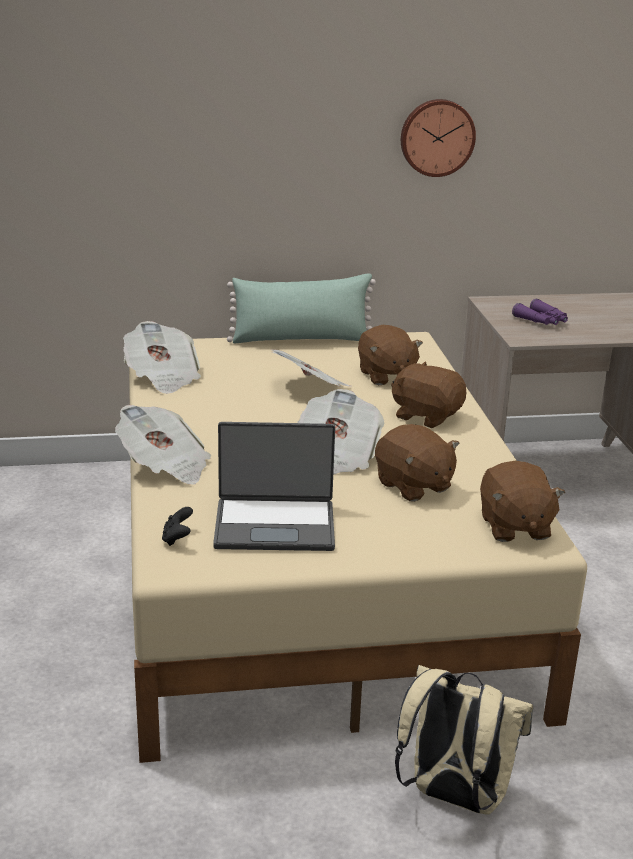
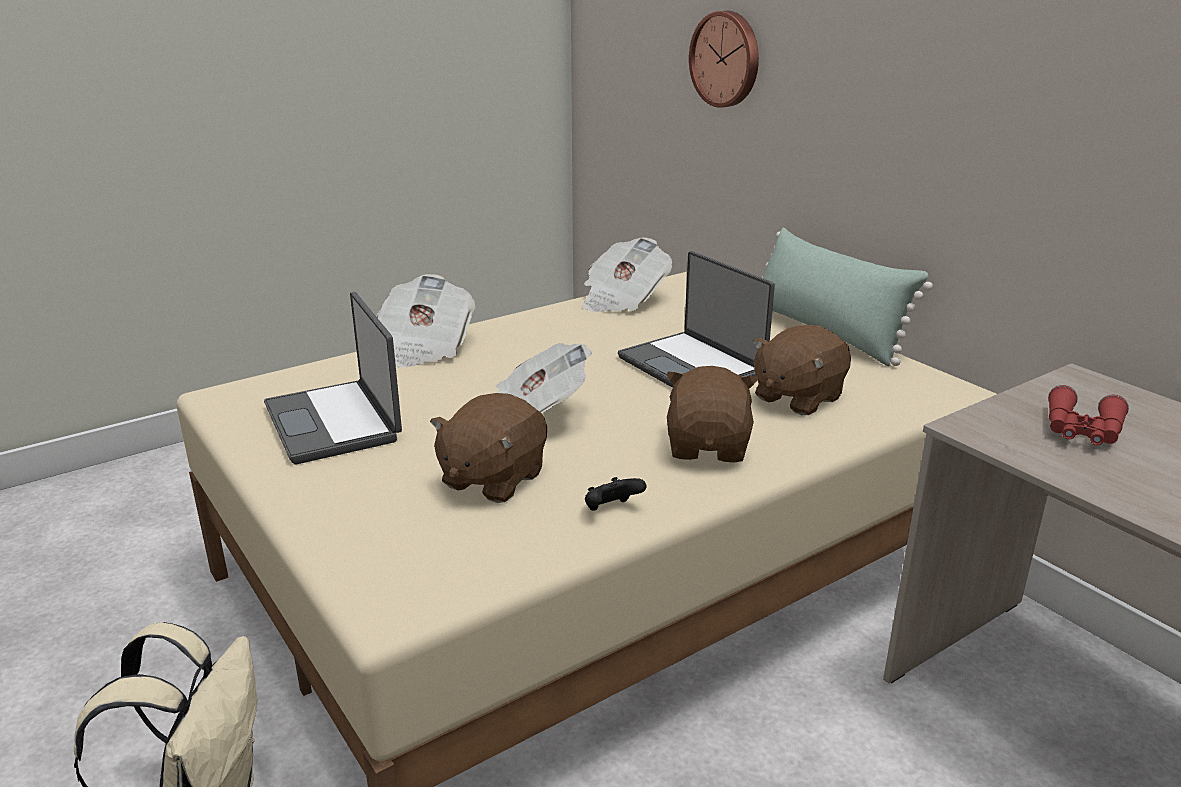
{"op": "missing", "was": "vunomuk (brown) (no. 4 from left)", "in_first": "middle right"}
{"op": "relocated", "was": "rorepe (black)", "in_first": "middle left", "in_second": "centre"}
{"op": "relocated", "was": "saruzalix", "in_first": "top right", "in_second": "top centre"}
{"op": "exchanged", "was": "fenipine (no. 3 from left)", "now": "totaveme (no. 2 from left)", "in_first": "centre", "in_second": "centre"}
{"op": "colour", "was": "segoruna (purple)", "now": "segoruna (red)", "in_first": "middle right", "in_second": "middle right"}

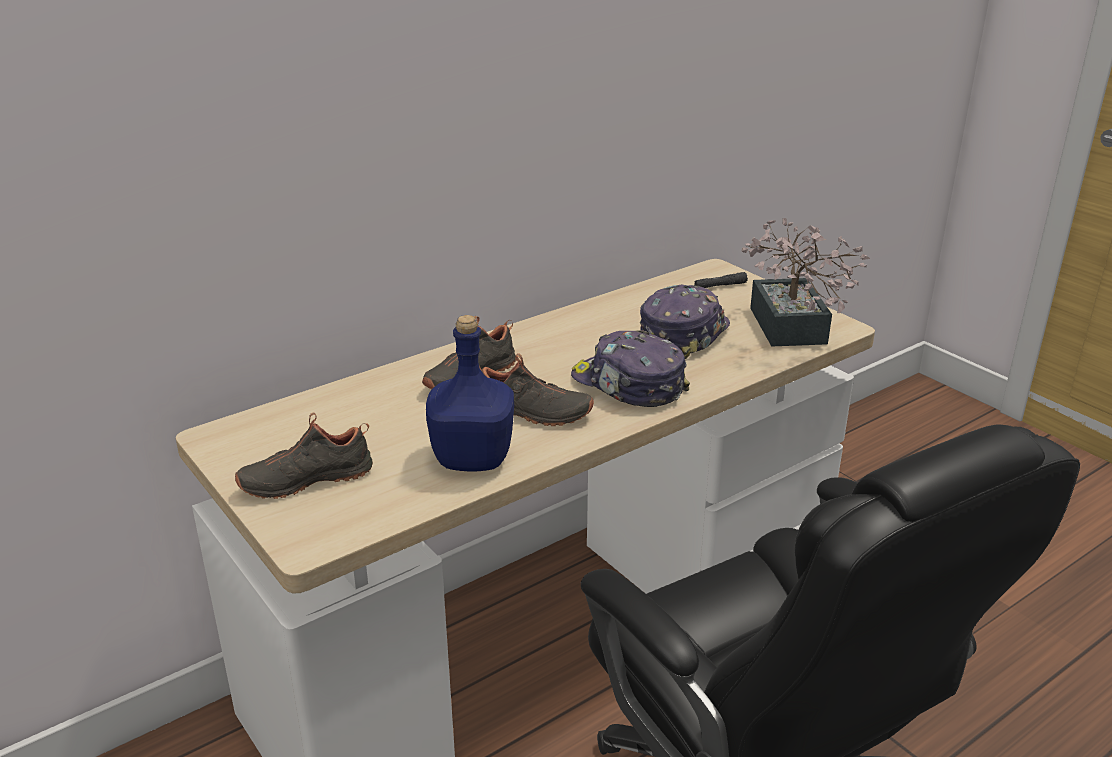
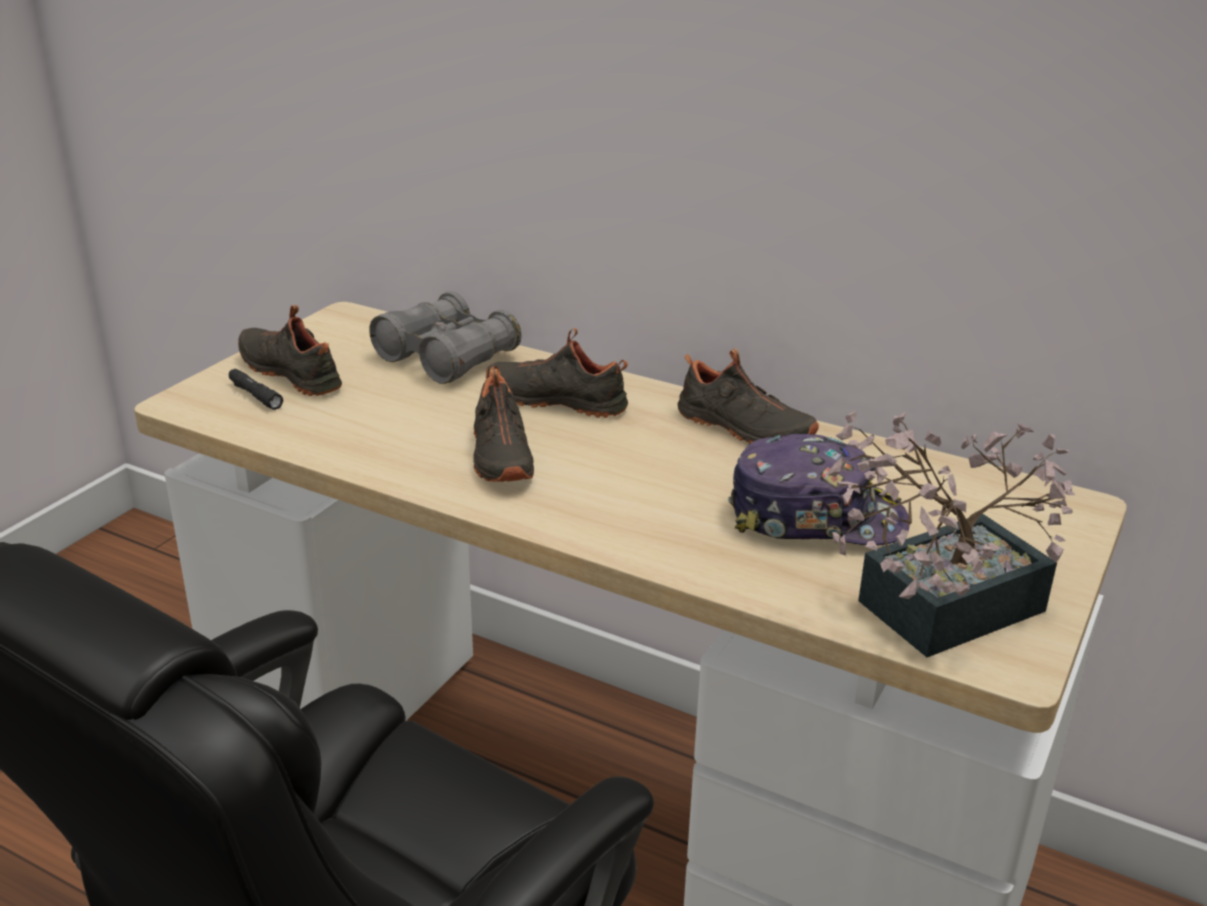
{"op": "missing", "was": "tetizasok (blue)", "in_first": "centre"}
{"op": "missing", "was": "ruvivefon (no. 1 from left)", "in_first": "centre"}
{"op": "appeared", "now": "segoruna (grey)", "in_second": "centre"}
{"op": "appeared", "now": "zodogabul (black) (no. 4 from left)", "in_second": "centre"}
{"op": "relocated", "was": "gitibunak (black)", "in_first": "centre", "in_second": "middle left"}

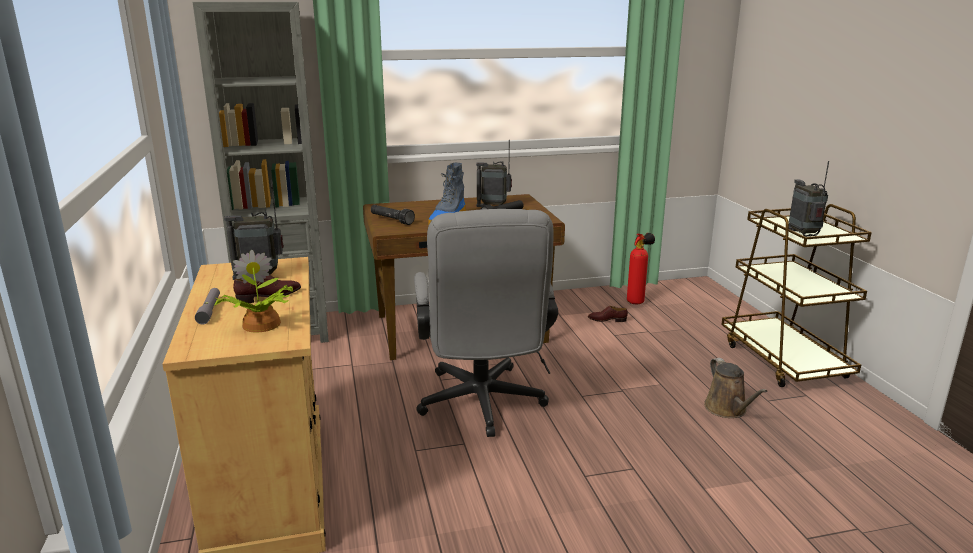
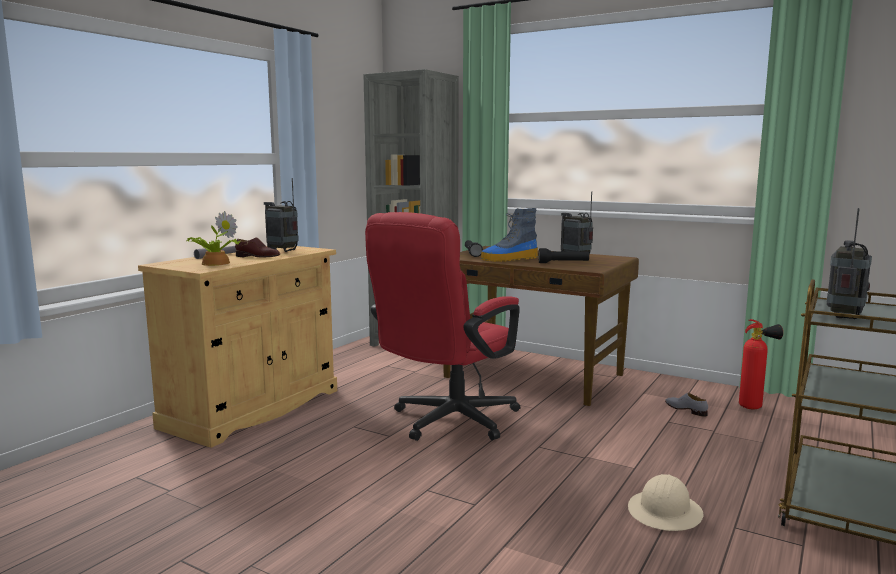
{"op": "exchanged", "was": "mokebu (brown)", "now": "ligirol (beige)", "in_first": "bottom right", "in_second": "bottom right"}
{"op": "colour", "was": "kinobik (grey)", "now": "kinobik (red)", "in_first": "centre", "in_second": "centre"}
{"op": "colour", "was": "zodogabul (brown) (no. 2 from left)", "now": "zodogabul (grey)", "in_first": "centre", "in_second": "bottom right"}

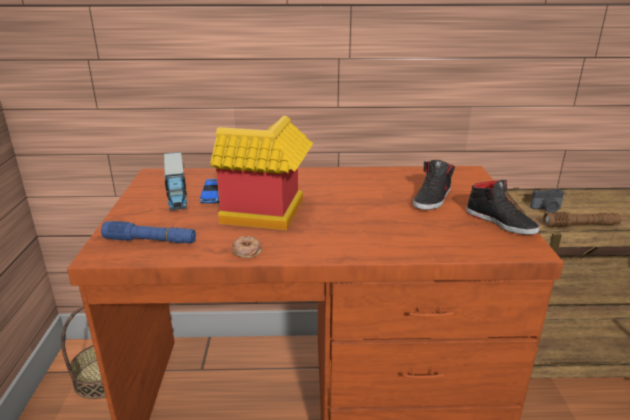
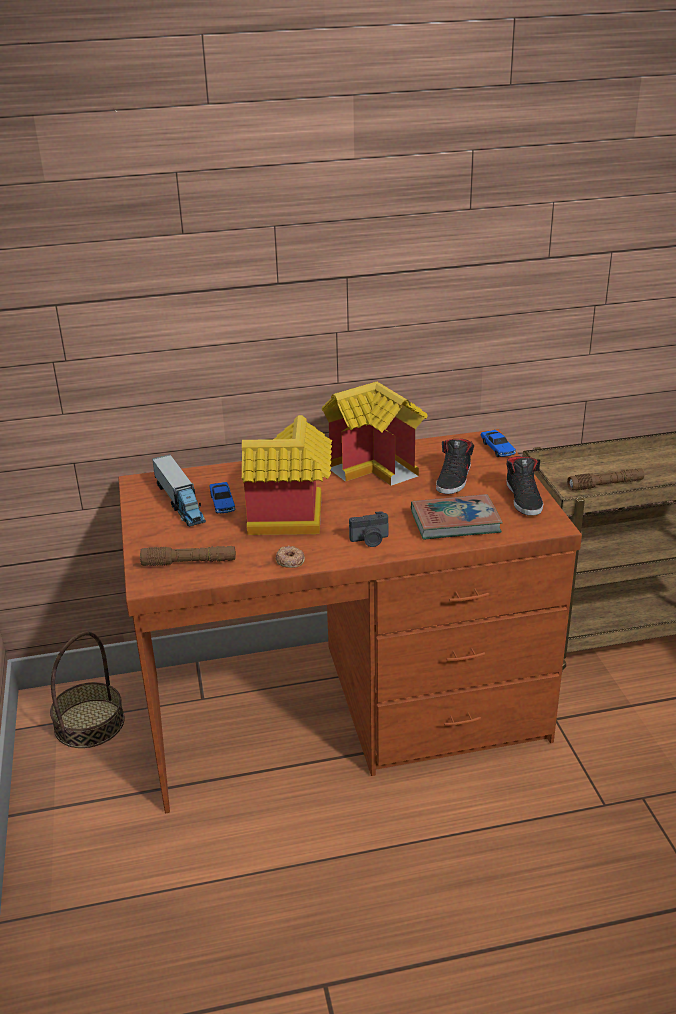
{"op": "appeared", "now": "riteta (no. 2 from left)", "in_second": "centre"}
{"op": "appeared", "now": "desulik", "in_second": "middle right"}
{"op": "appeared", "now": "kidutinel (no. 2 from left)", "in_second": "middle right"}
{"op": "relocated", "was": "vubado", "in_first": "middle right", "in_second": "centre"}
{"op": "colour", "was": "gitibunak (blue)", "now": "gitibunak (brown) (no. 1 from left)", "in_first": "middle left", "in_second": "middle left"}
{"op": "spun", "was": "zodogabul (black) (no. 2 from left)", "in_first": "middle right", "in_second": "middle right", "clockwise": 45}

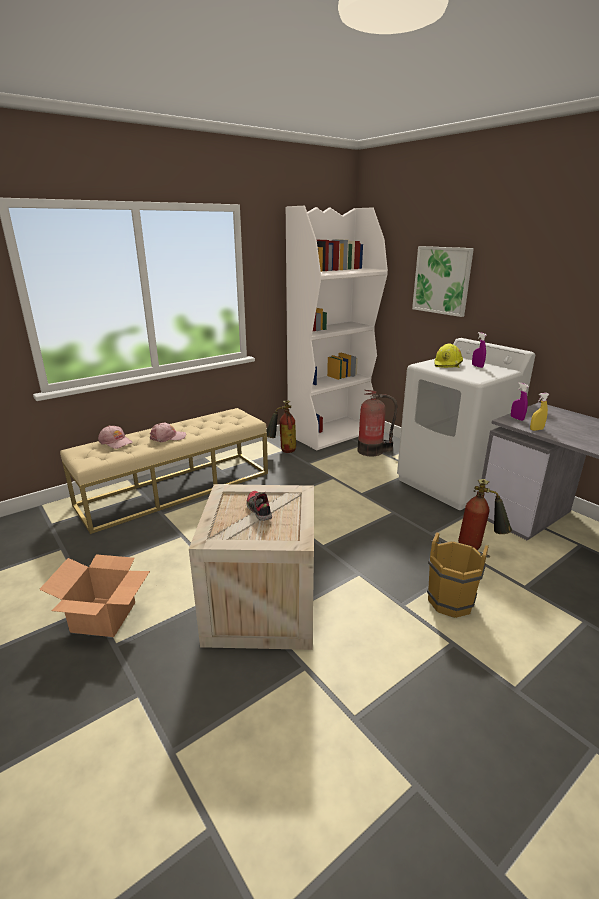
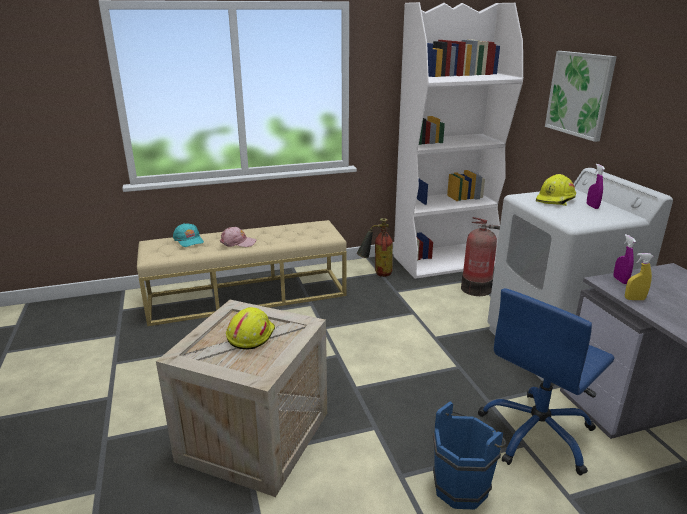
{"op": "missing", "was": "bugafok", "in_first": "middle left"}
{"op": "exchanged", "was": "zodogabul", "now": "ligirol (yellow) (no. 1 from left)", "in_first": "centre", "in_second": "centre"}
{"op": "exchanged", "was": "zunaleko (no. 3 from left)", "now": "kinobik (blue)", "in_first": "middle right", "in_second": "bottom right"}
{"op": "colour", "was": "ruvivefon (pink) (no. 1 from left)", "now": "ruvivefon (turquoise)", "in_first": "middle left", "in_second": "middle left"}
{"op": "colour", "was": "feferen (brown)", "now": "feferen (blue)", "in_first": "middle right", "in_second": "bottom right"}

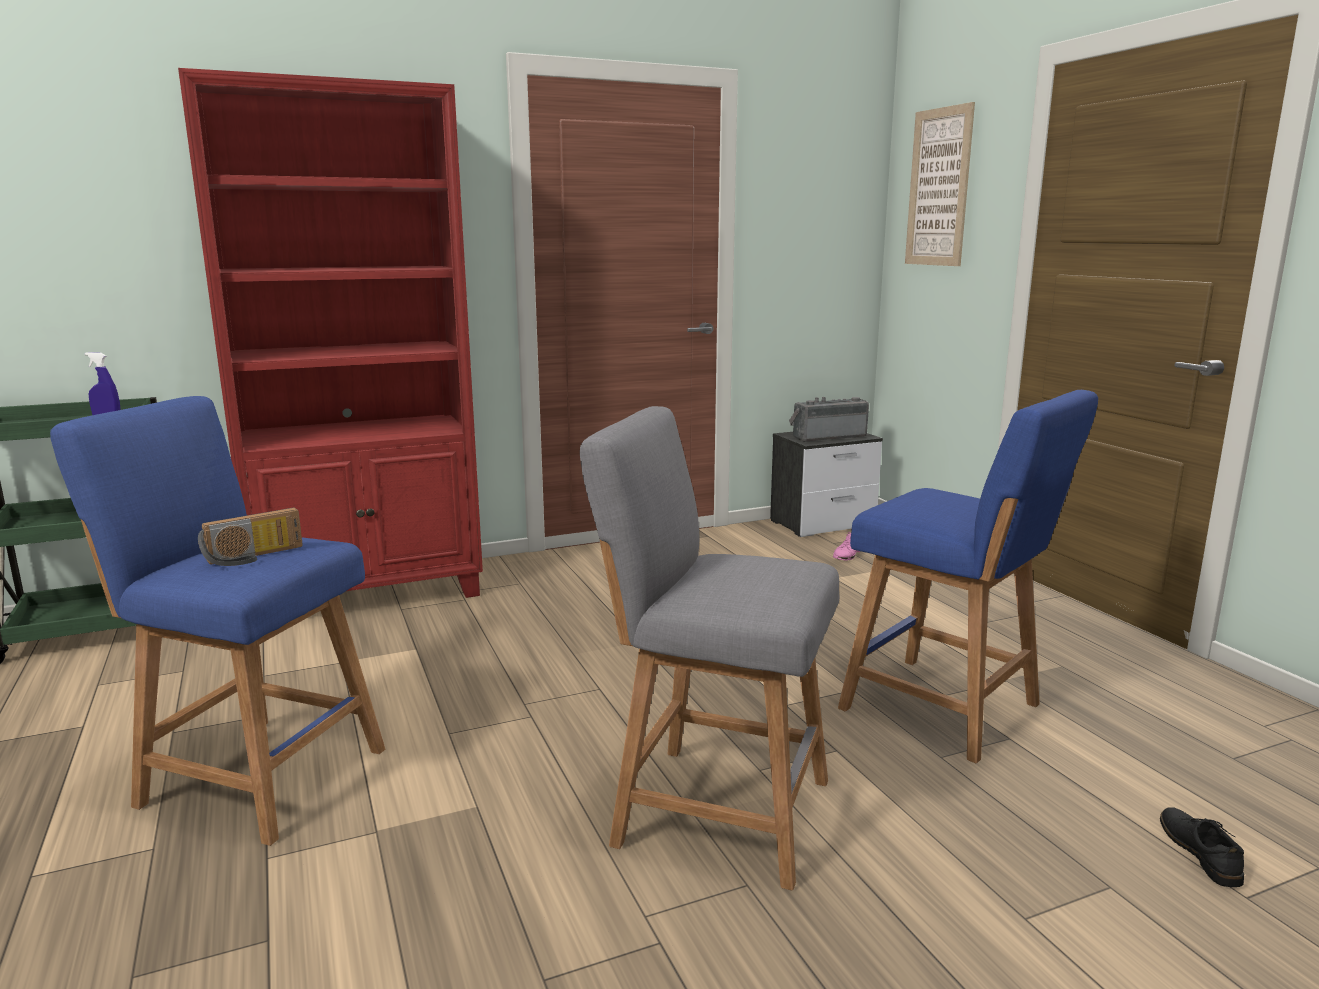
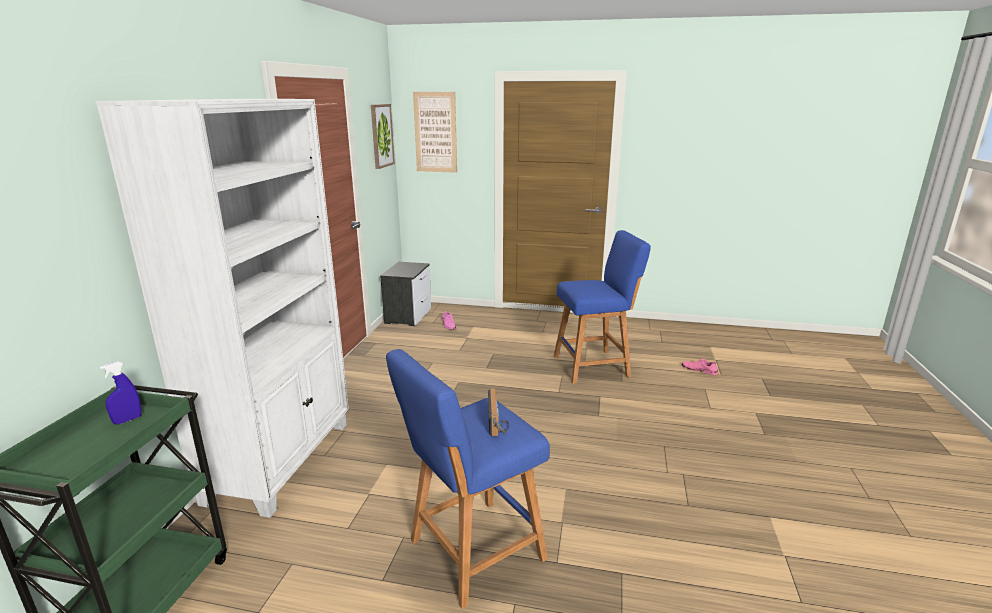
{"op": "missing", "was": "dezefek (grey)", "in_first": "centre"}
{"op": "missing", "was": "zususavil (no. 2 from left)", "in_first": "centre"}
{"op": "appeared", "now": "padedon (no. 1 from left)", "in_second": "top centre"}
{"op": "colour", "was": "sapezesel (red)", "now": "sapezesel (white)", "in_first": "middle left", "in_second": "middle left"}
{"op": "colour", "was": "zodogabul (black)", "now": "zodogabul (pink) (no. 2 from left)", "in_first": "bottom right", "in_second": "middle right"}

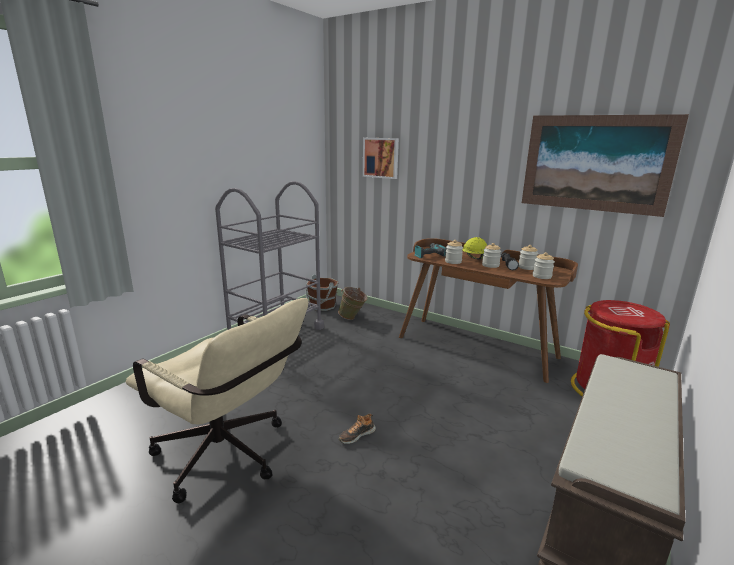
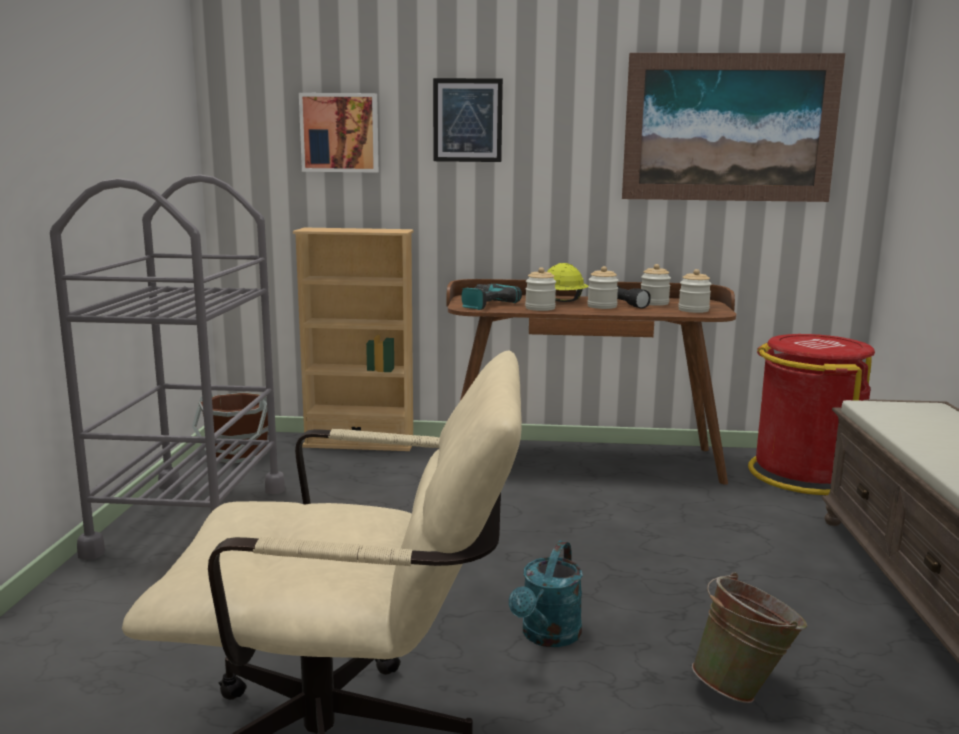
{"op": "appeared", "now": "sapezesel (beige)", "in_second": "centre"}
{"op": "appeared", "now": "padedon (no. 2 from left)", "in_second": "top centre"}
{"op": "relocated", "was": "feferen (green)", "in_first": "centre", "in_second": "bottom right"}
{"op": "exchanged", "was": "zodogabul", "now": "mokebu (turquoise)", "in_first": "bottom centre", "in_second": "bottom centre"}

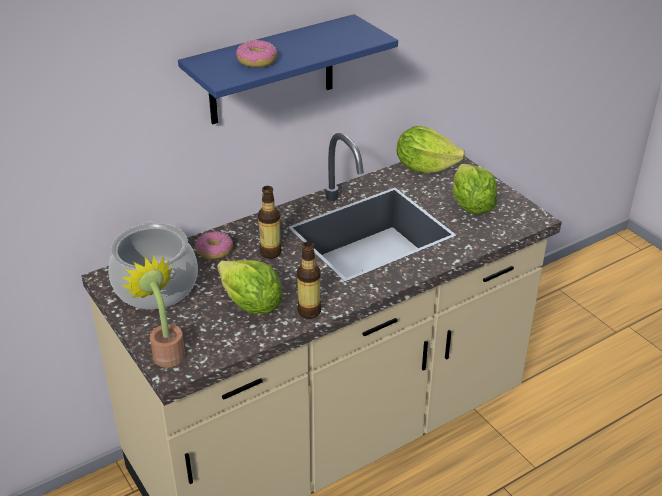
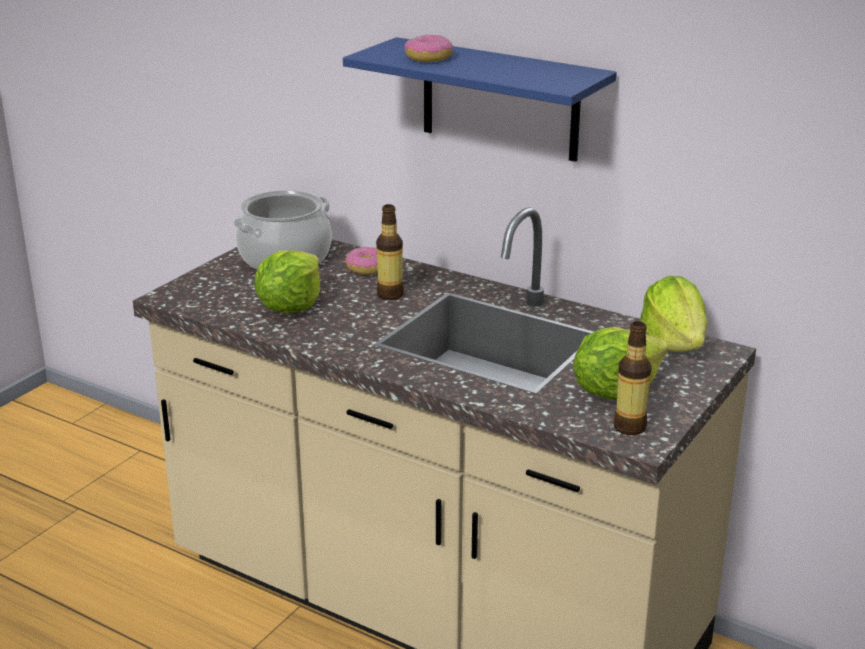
{"op": "missing", "was": "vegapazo", "in_first": "middle left"}
{"op": "relocated", "was": "tetizasok (no. 2 from left)", "in_first": "centre", "in_second": "middle right"}

